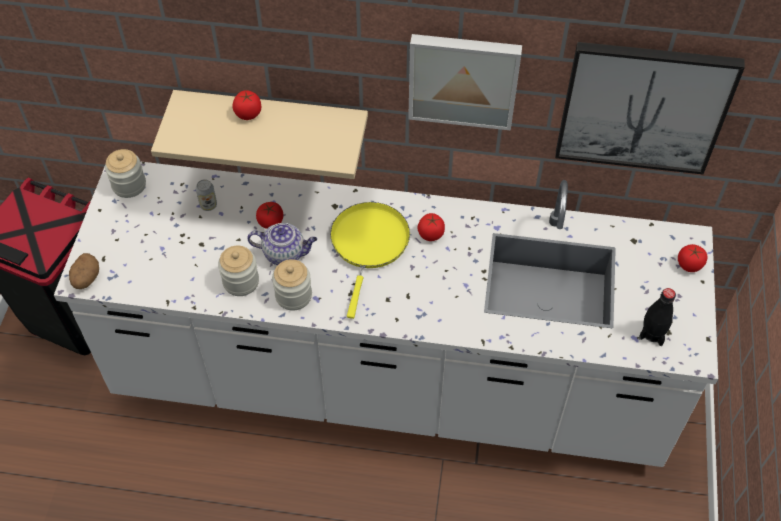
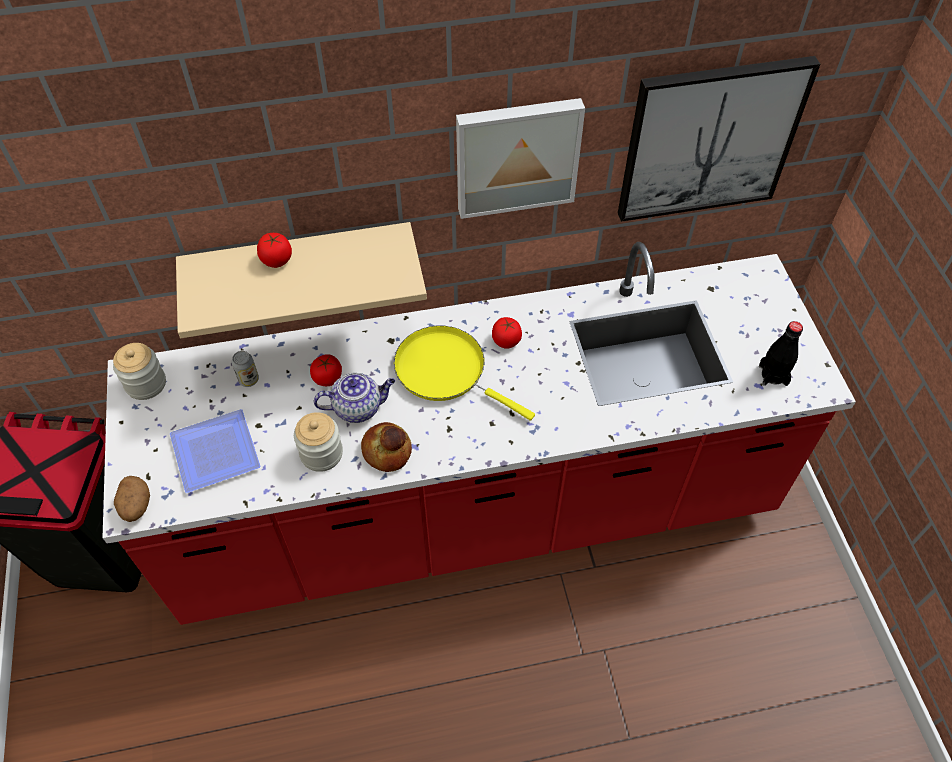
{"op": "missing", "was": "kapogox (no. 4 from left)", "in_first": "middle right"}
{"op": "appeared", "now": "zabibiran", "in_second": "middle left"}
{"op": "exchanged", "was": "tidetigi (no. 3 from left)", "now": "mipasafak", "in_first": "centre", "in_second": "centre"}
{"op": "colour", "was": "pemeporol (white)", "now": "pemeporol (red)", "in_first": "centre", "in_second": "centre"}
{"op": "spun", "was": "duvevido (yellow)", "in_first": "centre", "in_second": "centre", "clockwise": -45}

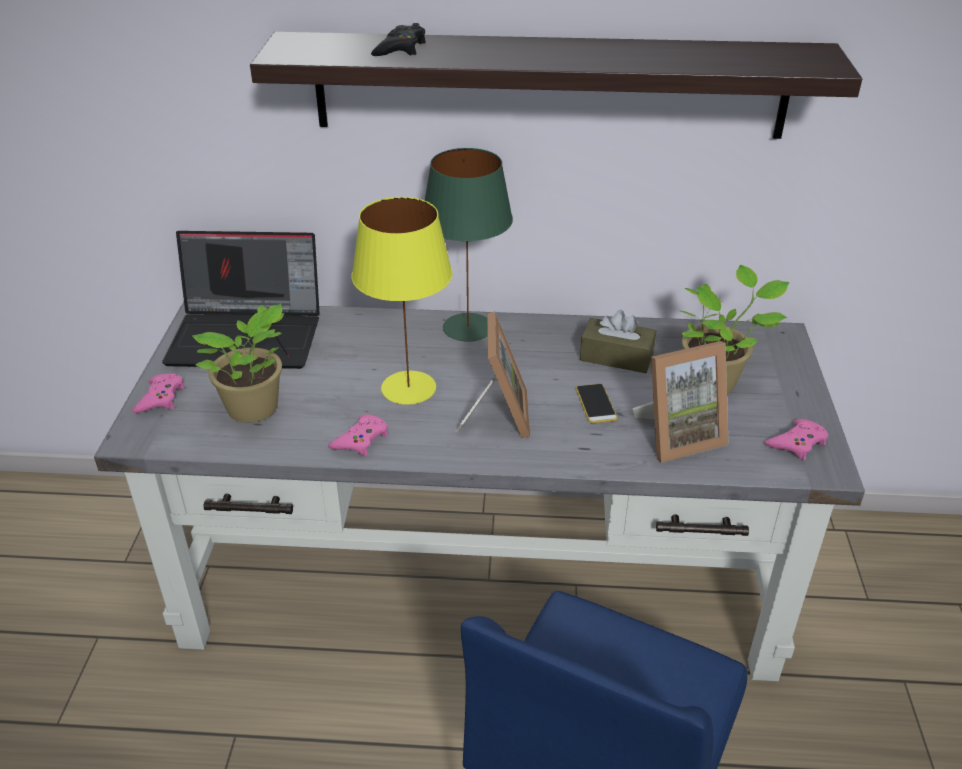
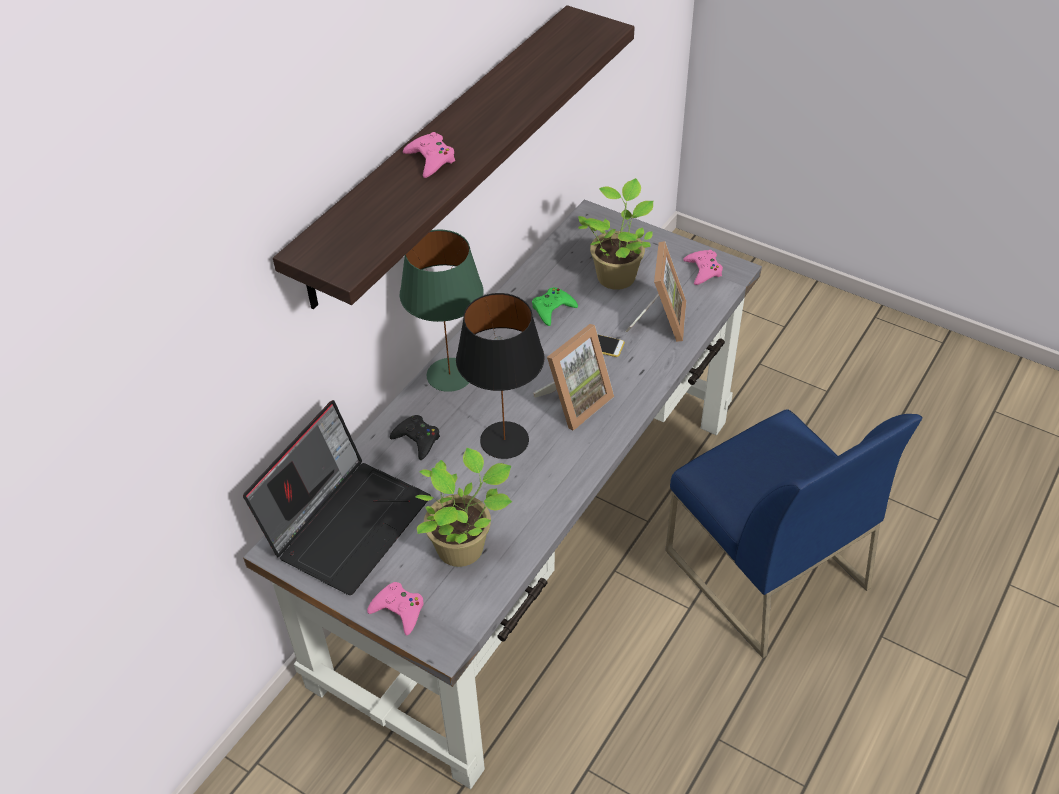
{"op": "relocated", "was": "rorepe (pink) (no. 2 from left)", "in_first": "centre", "in_second": "top centre"}
{"op": "relocated", "was": "rorepe (black)", "in_first": "top centre", "in_second": "centre"}
{"op": "exchanged", "was": "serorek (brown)", "now": "rorepe (green)", "in_first": "centre", "in_second": "centre"}
{"op": "colour", "was": "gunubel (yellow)", "now": "gunubel (black)", "in_first": "centre", "in_second": "centre"}
{"op": "spun", "was": "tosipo (no. 1 from left)", "in_first": "centre", "in_second": "centre", "clockwise": 105}

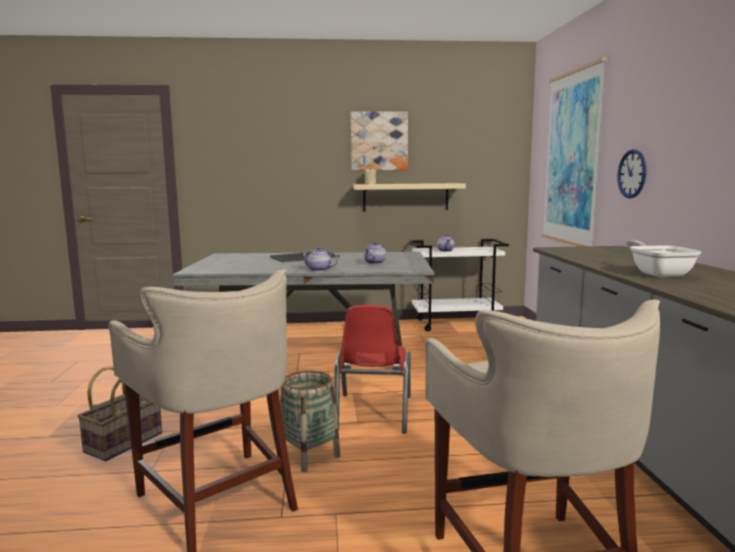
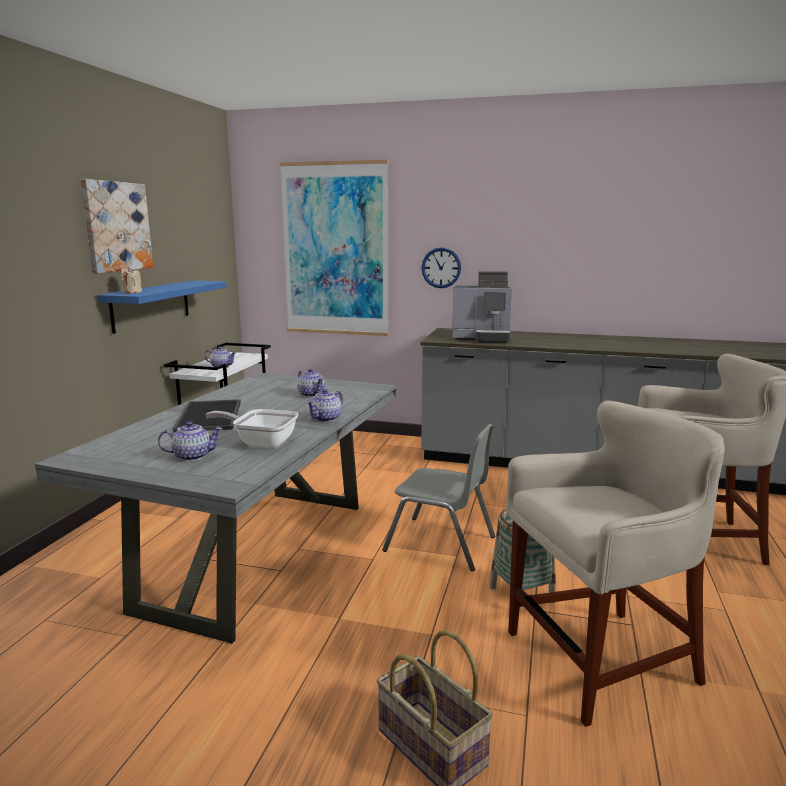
{"op": "appeared", "now": "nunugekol (no. 1 from left)", "in_second": "middle left"}
{"op": "appeared", "now": "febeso", "in_second": "centre"}
{"op": "relocated", "was": "duvevido", "in_first": "middle right", "in_second": "middle left"}
{"op": "colour", "was": "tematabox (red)", "now": "tematabox (grey)", "in_first": "bottom centre", "in_second": "centre"}
{"op": "colour", "was": "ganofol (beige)", "now": "ganofol (blue)", "in_first": "centre", "in_second": "middle left"}

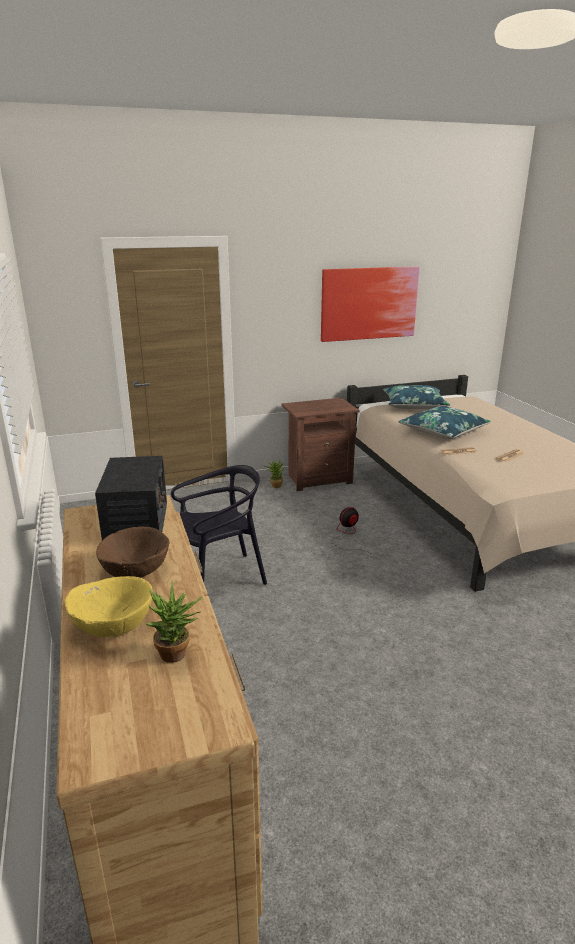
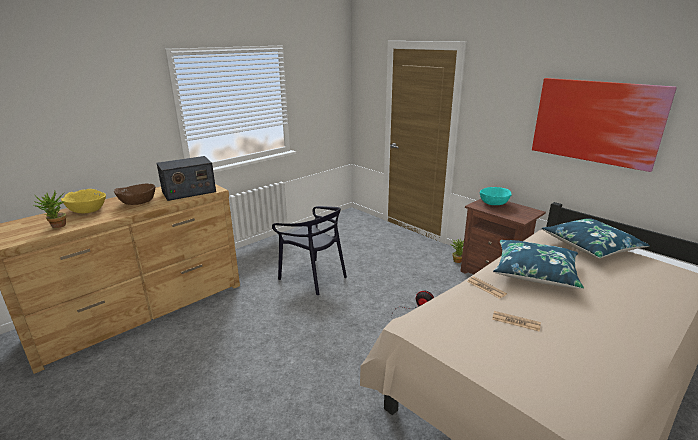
{"op": "appeared", "now": "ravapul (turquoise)", "in_second": "middle right"}

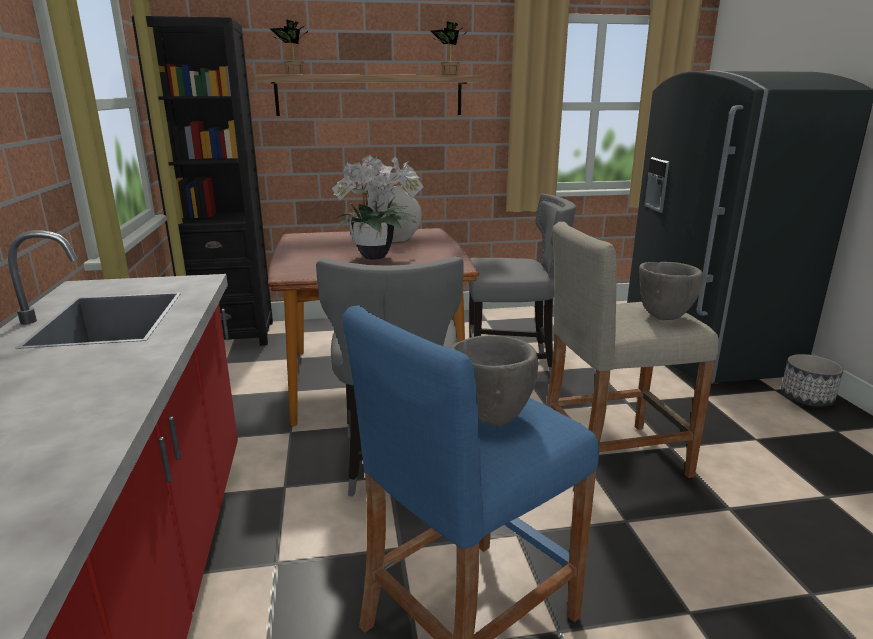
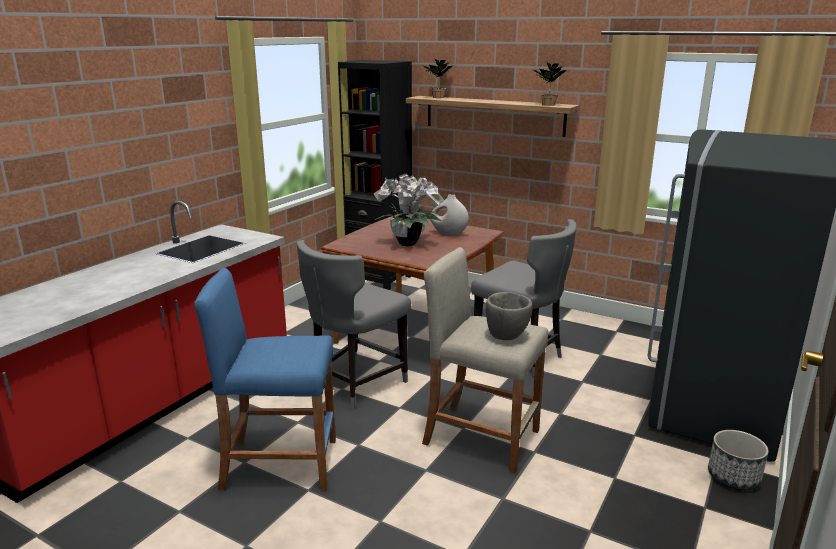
{"op": "missing", "was": "ravapul (grey) (no. 1 from left)", "in_first": "centre"}

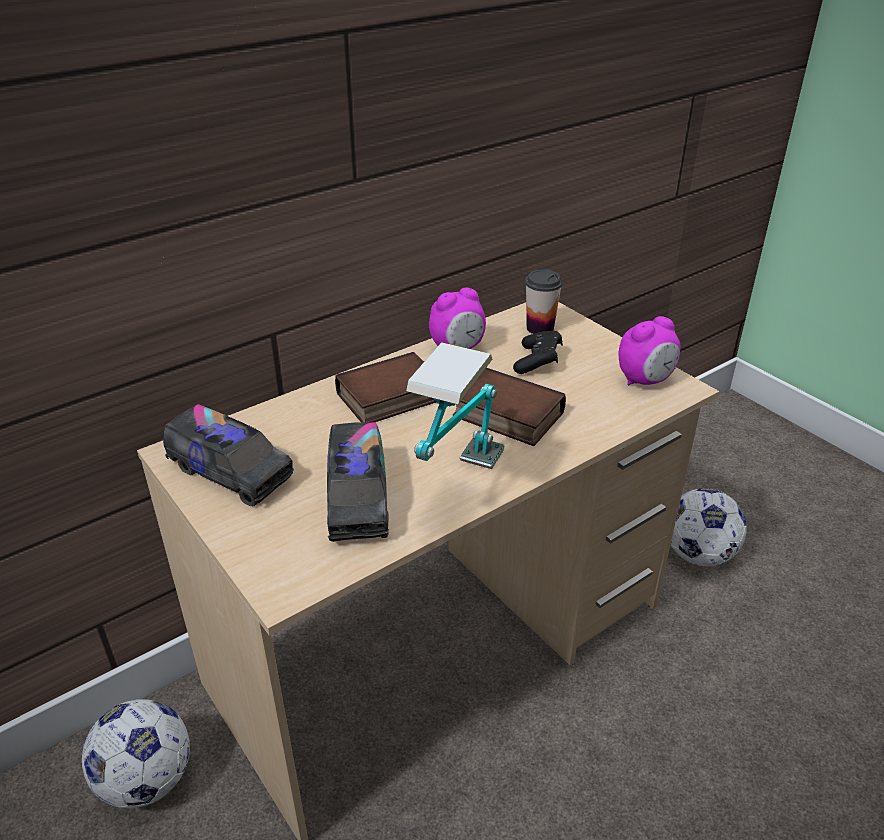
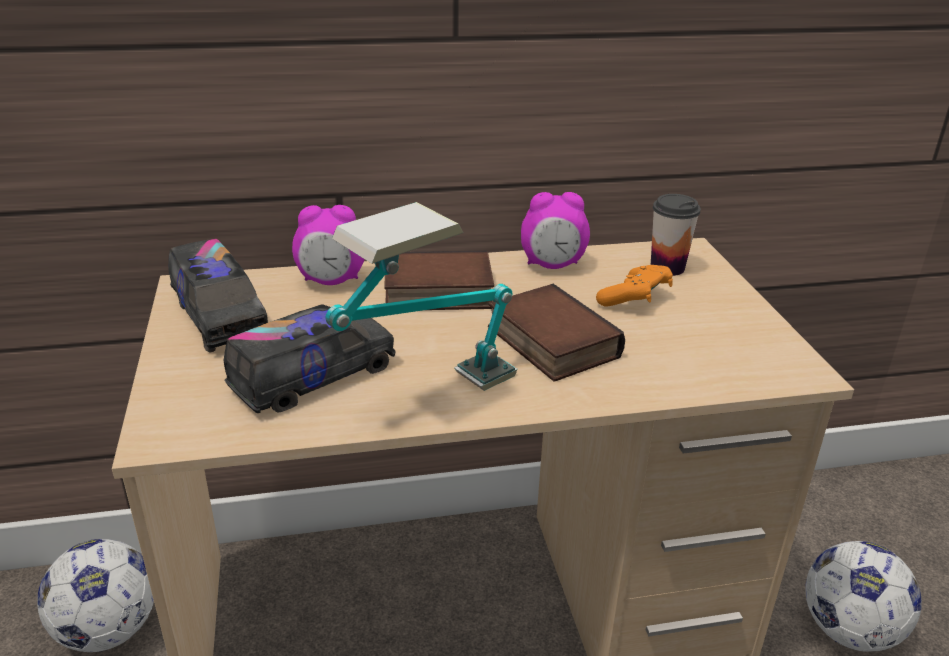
{"op": "relocated", "was": "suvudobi (no. 2 from left in the first image)", "now": "suvudobi (no. 1 from left)", "in_first": "middle right", "in_second": "centre"}
{"op": "colour", "was": "rorepe (black)", "now": "rorepe (orange)", "in_first": "centre", "in_second": "middle right"}
{"op": "spun", "was": "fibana (no. 2 from left)", "in_first": "centre", "in_second": "middle left", "clockwise": -150}

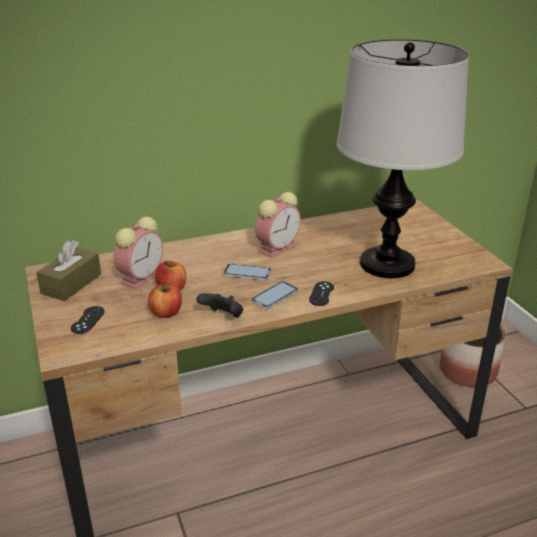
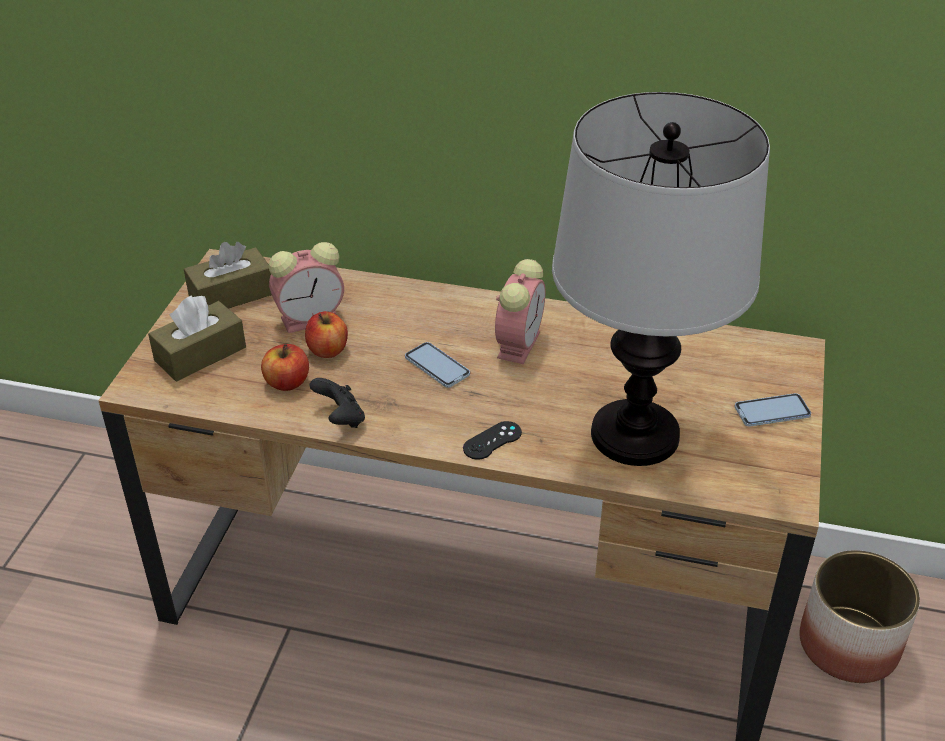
{"op": "relocated", "was": "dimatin (no. 2 from left)", "in_first": "centre", "in_second": "middle right"}
{"op": "exchanged", "was": "rorepe (black) (no. 1 from left)", "now": "serorek (brown) (no. 1 from left)", "in_first": "middle left", "in_second": "middle left"}
{"op": "spun", "was": "suvudobi (no. 2 from left)", "in_first": "centre", "in_second": "centre", "clockwise": -60}

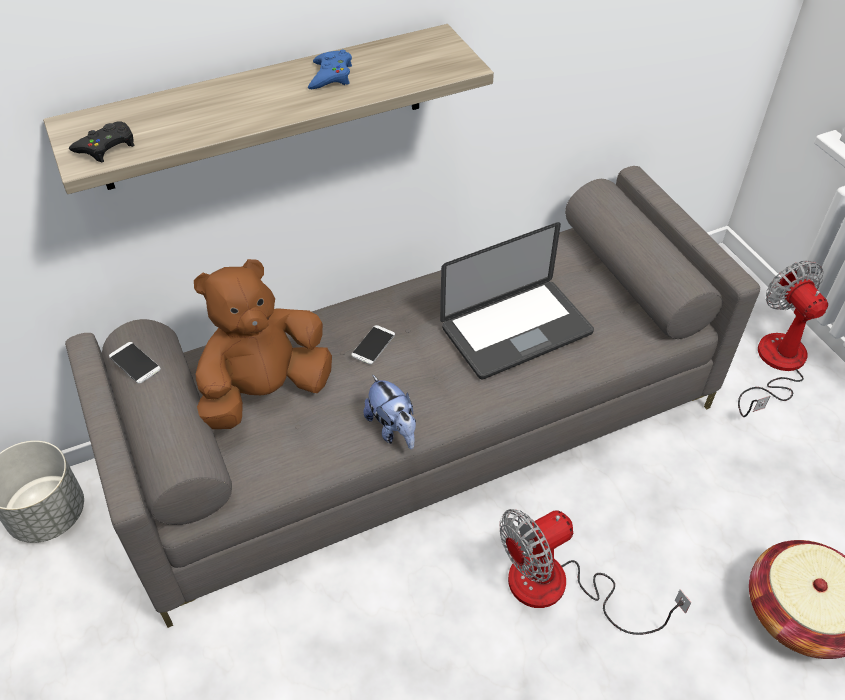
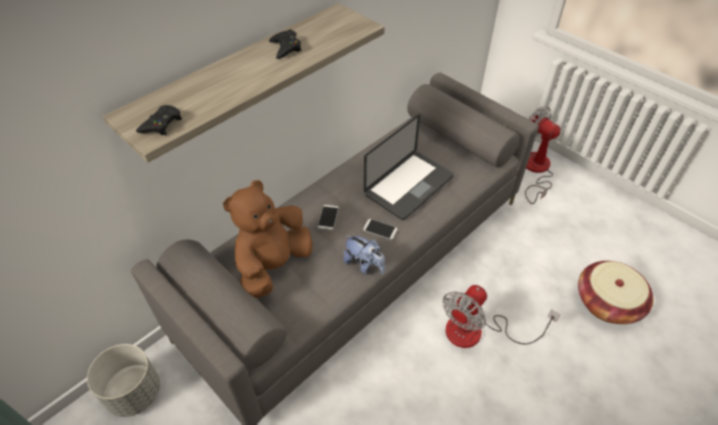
{"op": "relocated", "was": "dimatin (no. 1 from left in the first image)", "now": "dimatin (no. 2 from left)", "in_first": "middle left", "in_second": "centre"}
{"op": "colour", "was": "rorepe (blue)", "now": "rorepe (black) (no. 2 from left)", "in_first": "top centre", "in_second": "top centre"}

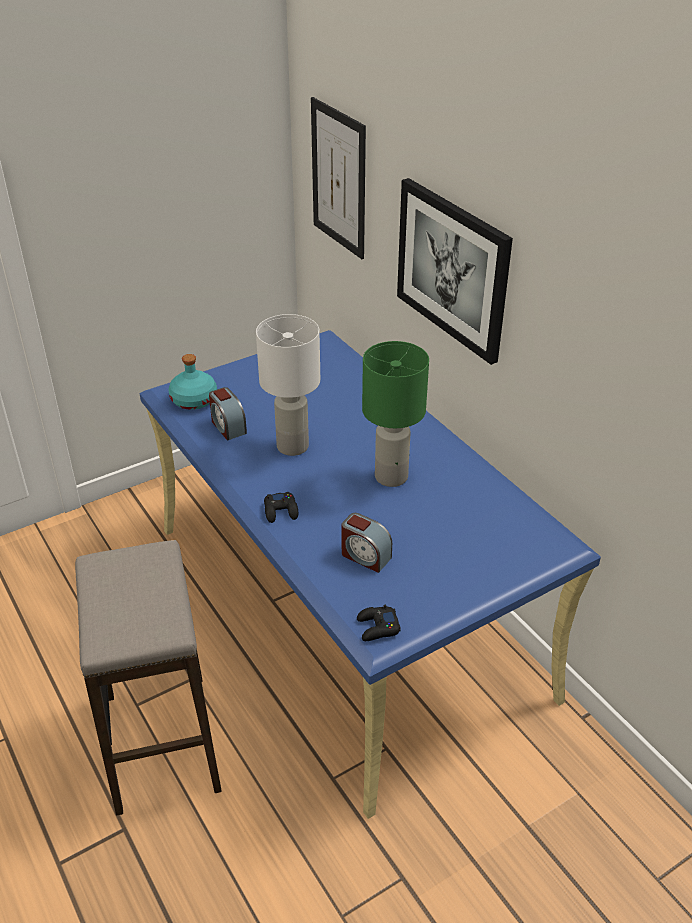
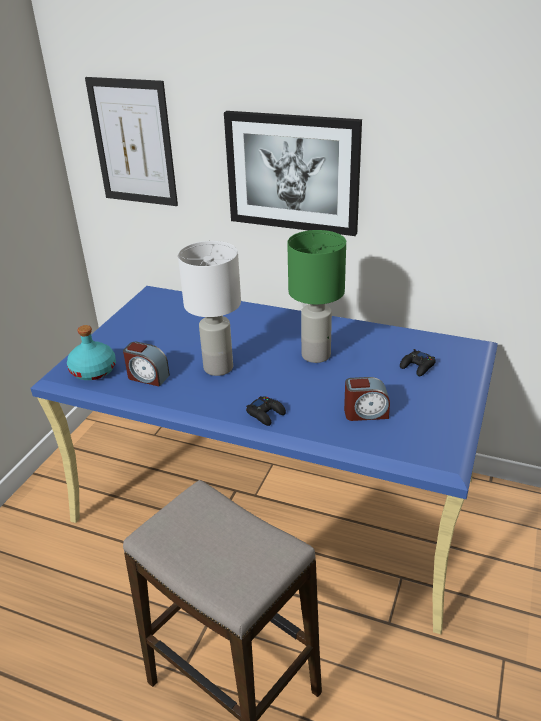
{"op": "relocated", "was": "rorepe (black) (no. 2 from left)", "in_first": "bottom centre", "in_second": "middle right"}

